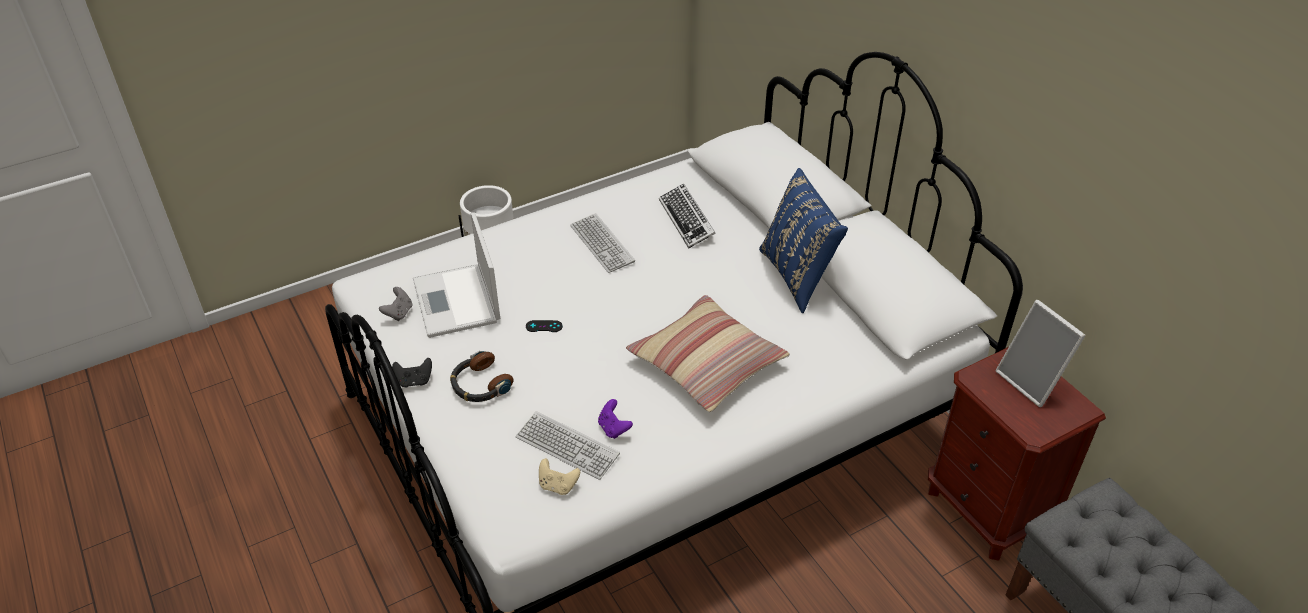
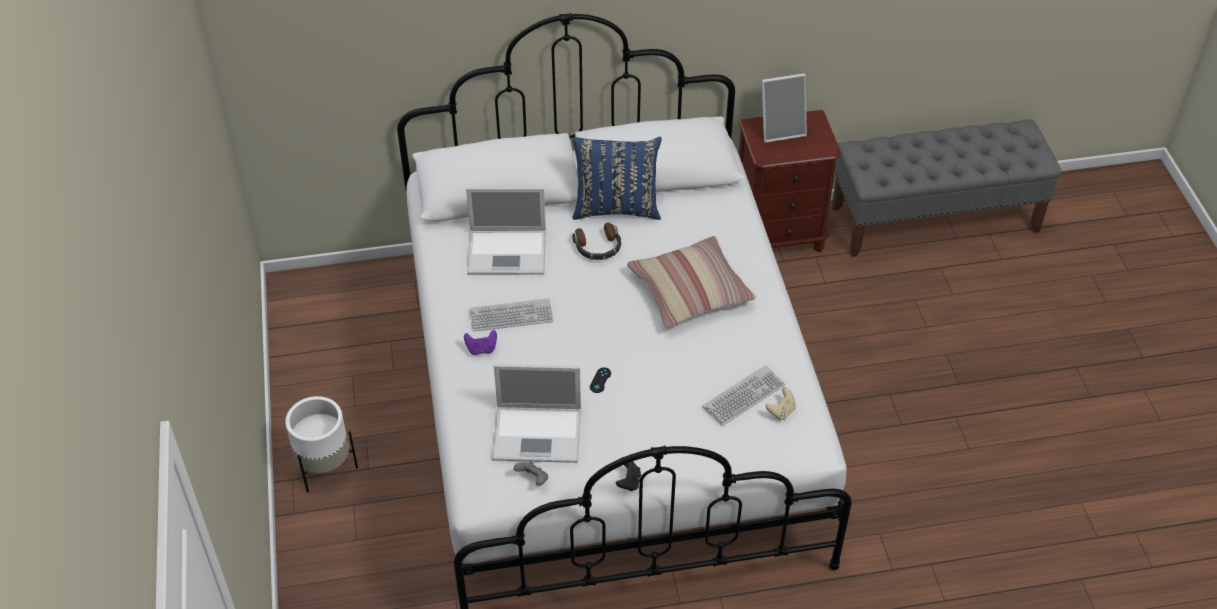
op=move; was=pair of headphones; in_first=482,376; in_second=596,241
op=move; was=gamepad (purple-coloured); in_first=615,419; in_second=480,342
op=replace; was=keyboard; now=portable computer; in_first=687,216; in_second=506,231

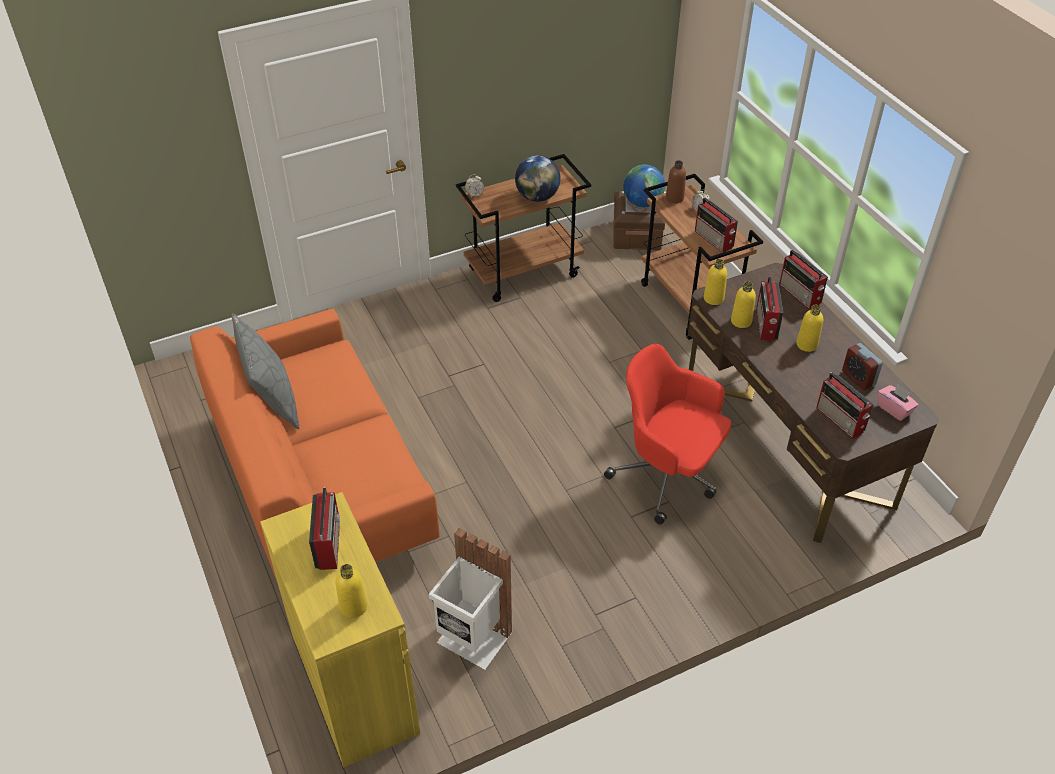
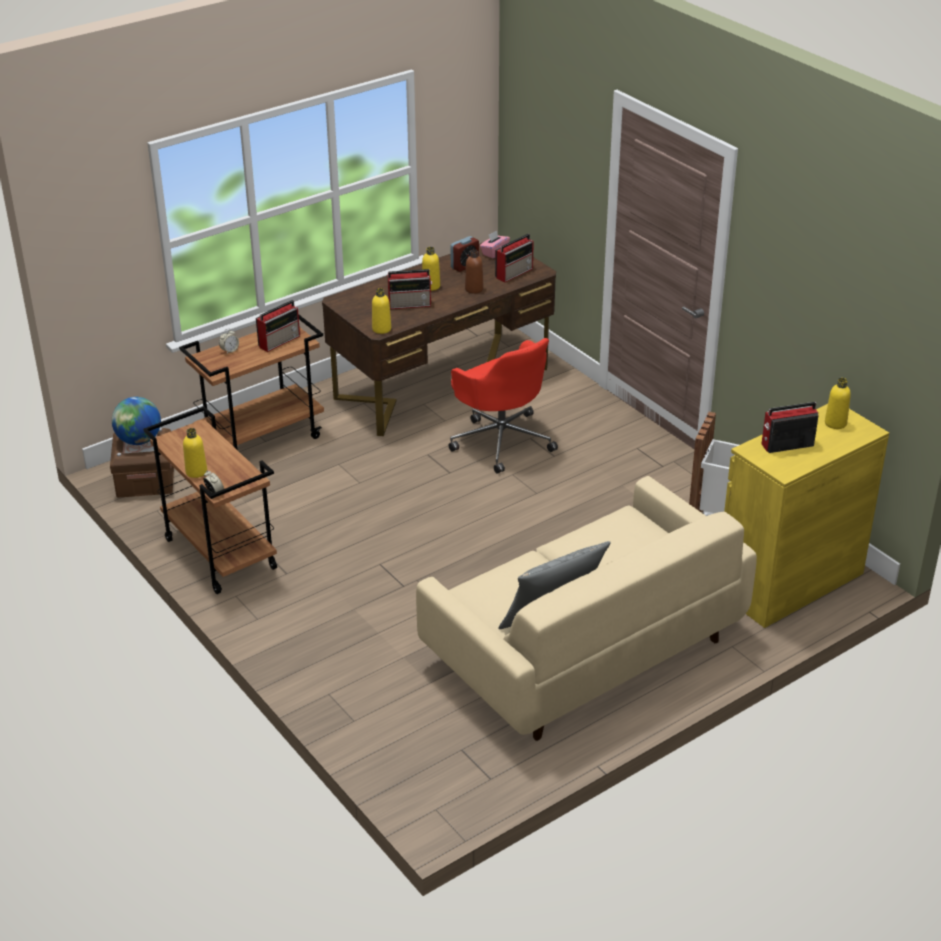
op=delete; was=world globe; in_first=538,178
op=delete; was=radio set; in_first=803,280
op=move; was=bottle (brownish); in_first=676,181; in_second=474,271
op=move; was=bottle (yellow-coloured); in_first=743,304; in_second=195,453
op=recolor; was=sofa (orangey); now=sofa (beige); in_first=315,444; in_second=586,608
op=rotate; was=computer chair (red-coloured); in_first=667,434; in_second=503,406; clockwise=-60

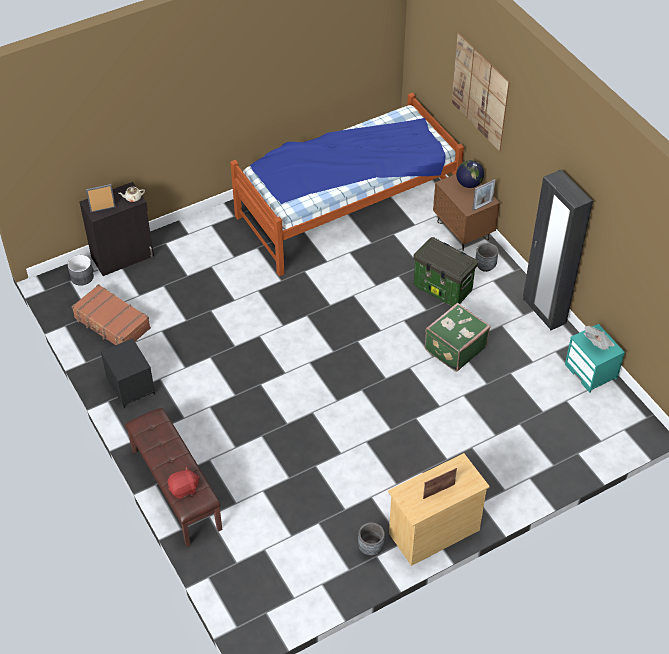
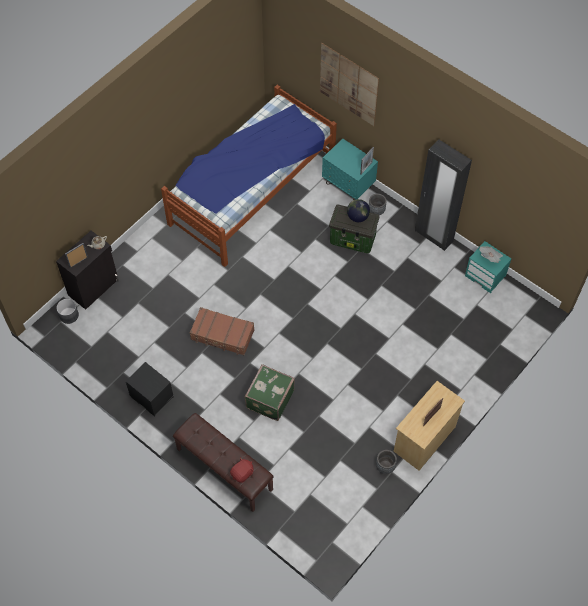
op=move; was=travel case (brownish); in_first=111,314; in_second=221,331
op=move; was=travel case (green-coloured); in_first=457,337; in_second=270,392
op=move; was=world globe; in_first=470,174; in_second=358,210
op=recolor; was=nightstand (brownish); now=nightstand (blue-green); in_first=466,212; in_second=350,169

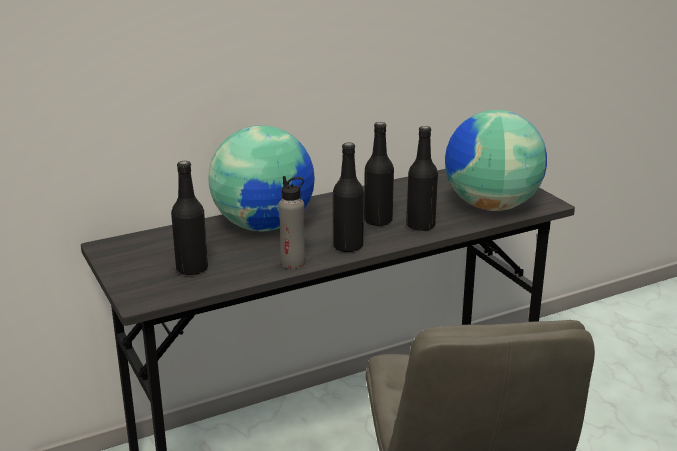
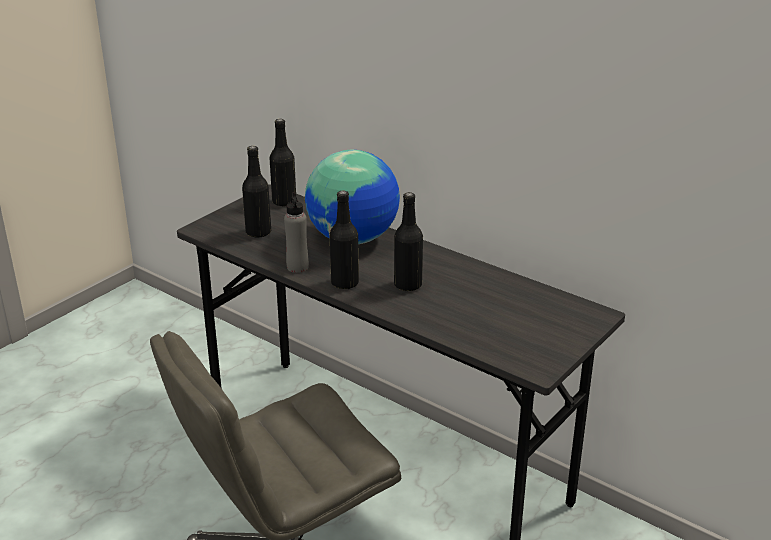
op=delete; was=world globe; in_first=496,160
op=move; was=bottle (black-coloured); in_first=422,178; in_second=283,163

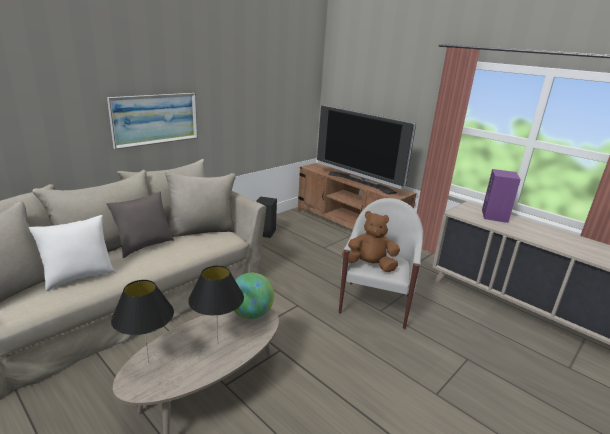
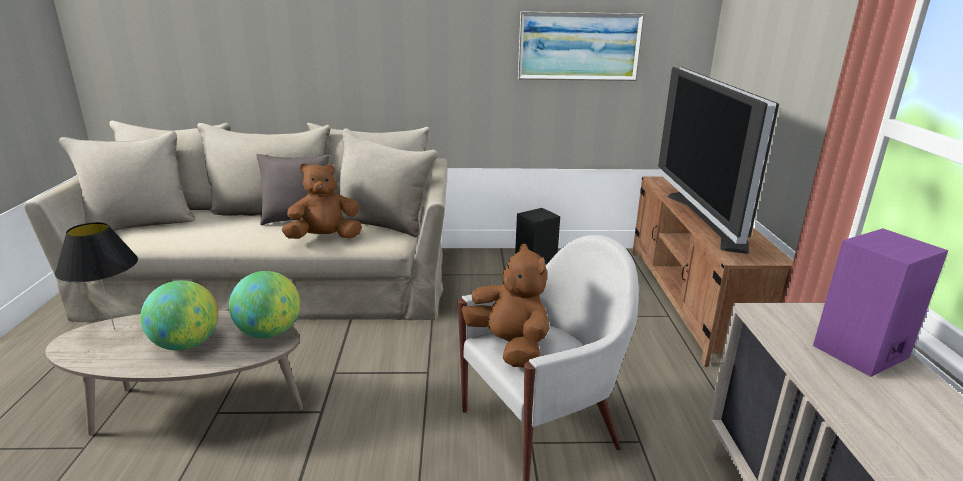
op=delete; was=cushion (whitish); in_first=72,253
op=insert; now=cuddly toy (brownish); in_second=322,201
op=move; was=wall art; in_first=152,121; in_second=581,46
op=replace; was=tabletop lamp (black-coloured); now=world globe; in_first=216,304; in_second=179,315

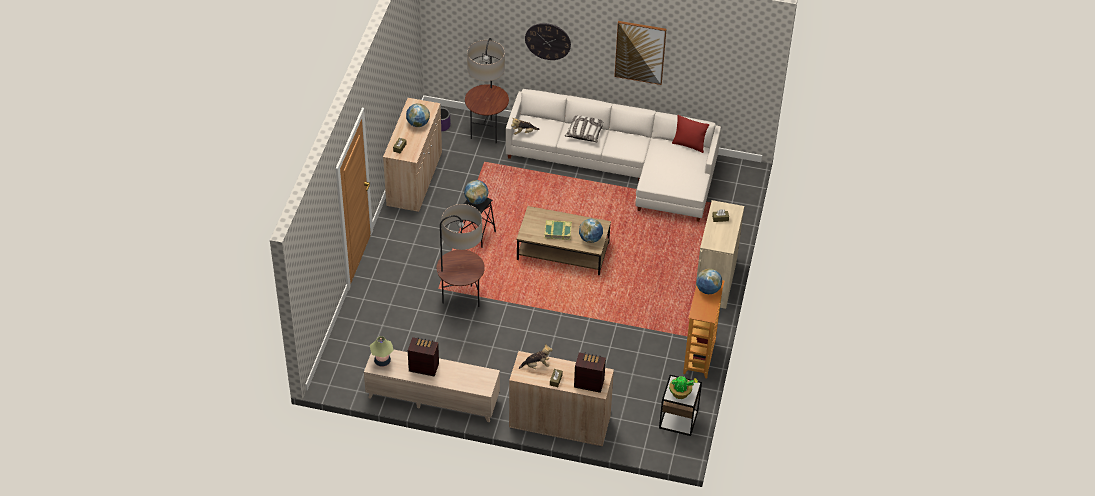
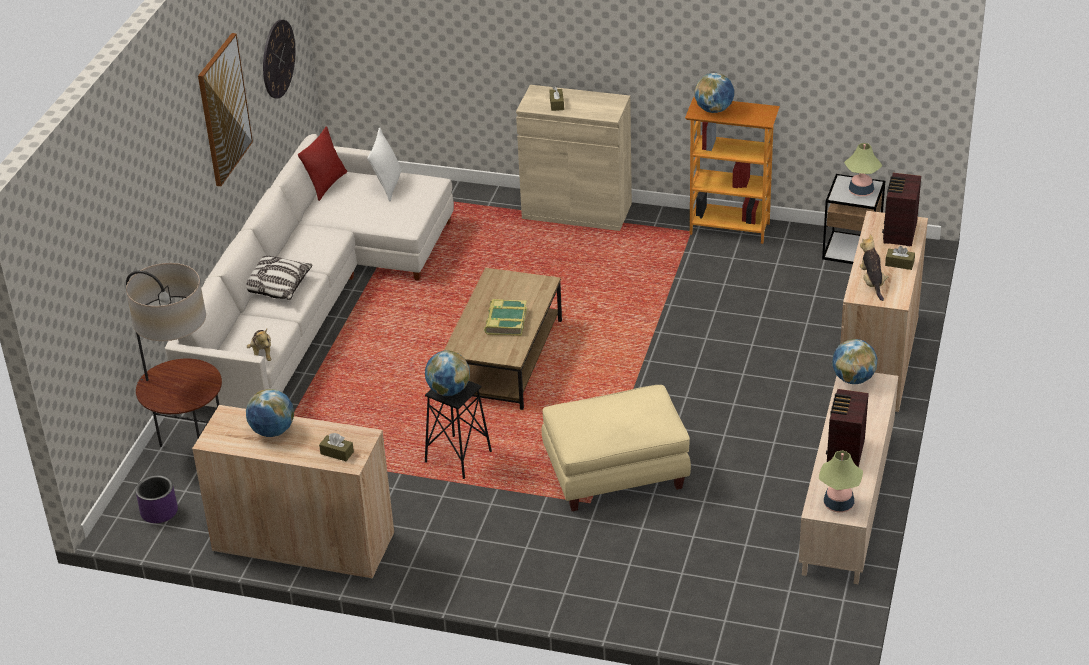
op=insert; now=cushion (whitish); in_second=384,165
op=move; was=wall clock; in_first=548,41; in_second=279,59
op=move; was=world globe; in_first=591,231; in_second=855,361
op=replace; was=standard lamp; now=footrest (beige); in_first=461,255; in_second=616,448
op=replace; was=potted plant; now=tabletop lamp; in_first=683,387; in_second=863,169

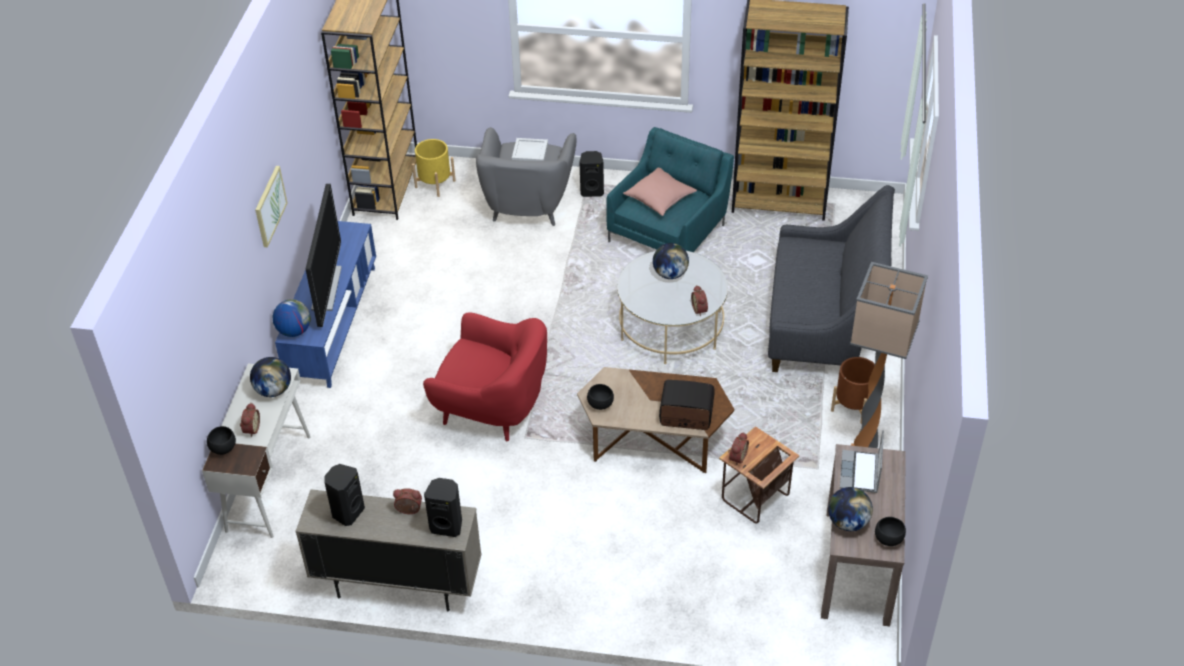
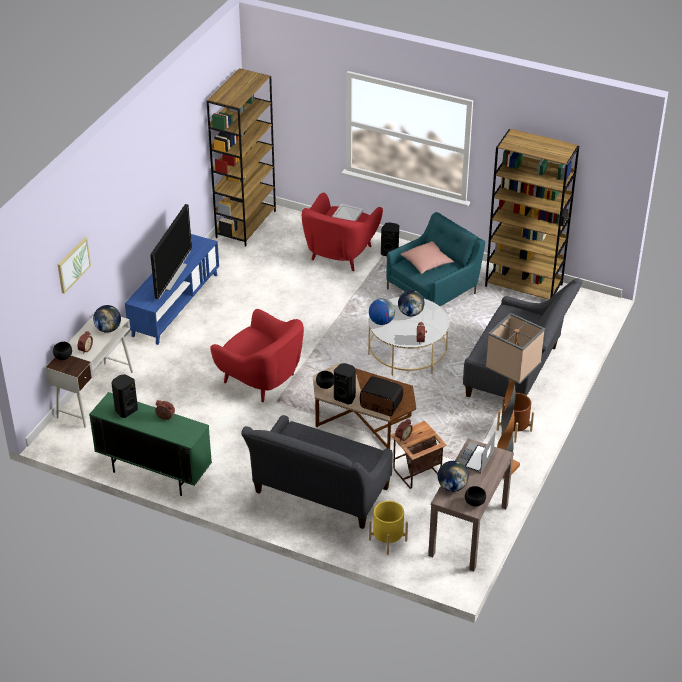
op=insert; now=sofa (greyish); in_second=317,472
op=move; was=wall art; in_first=271,206; in_second=74,265
op=move; was=world globe; in_first=292,318; in_second=382,311
op=move; was=planter (yellow-coloured); in_first=434,168; in_second=388,528
op=move; was=loudspeaker (black-coloured); in_first=443,507; in_second=345,384
op=recolor; was=cupboard (beige); now=cupboard (green-coloured); in_first=388,550; in_second=150,444
op=recolor; was=lounge chair (greyish); now=lounge chair (red-coloured); in_first=526,176; in_second=342,232

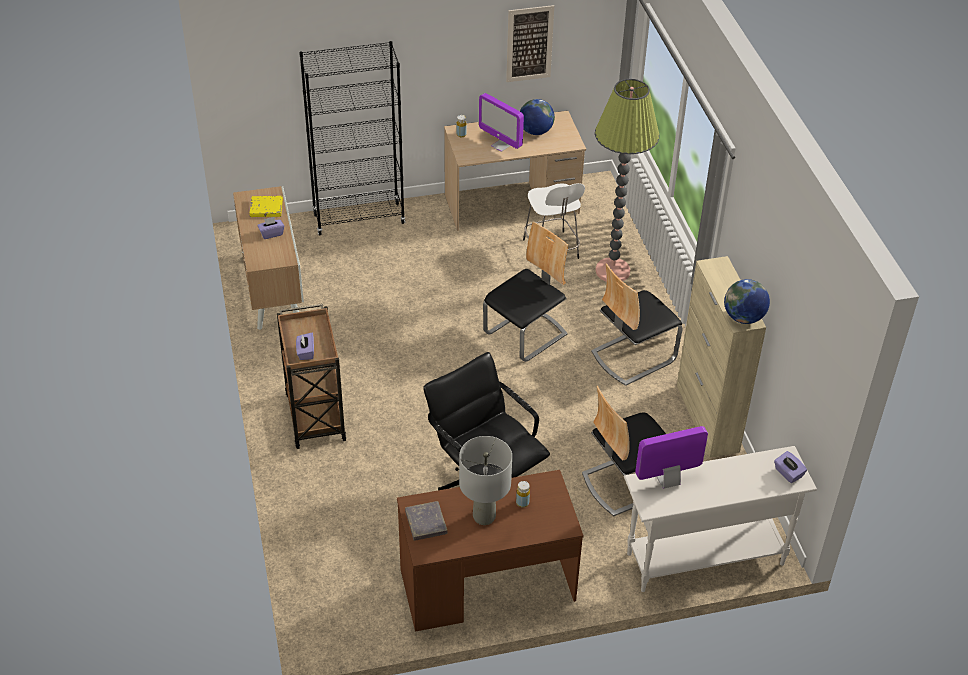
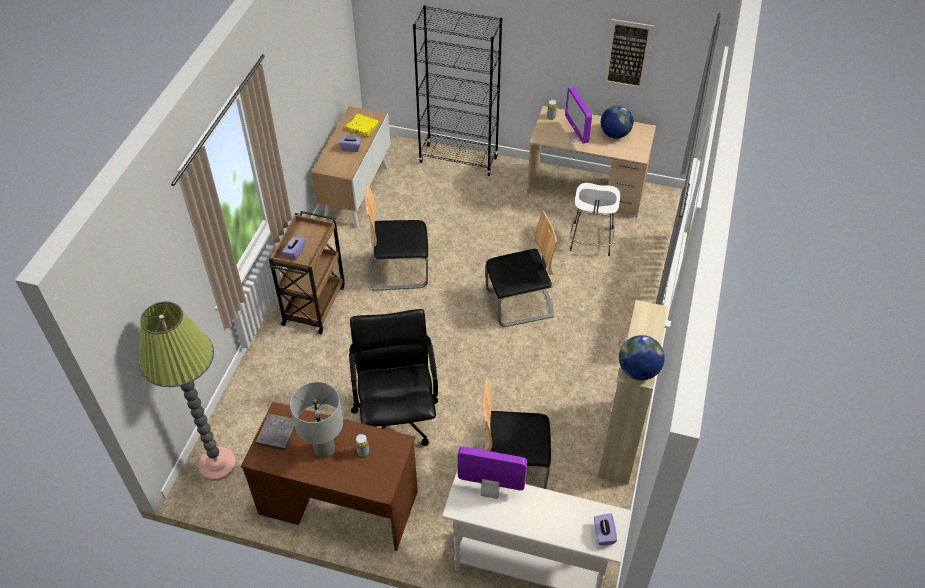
op=move; was=upright chair; in_first=637,324; in_second=396,237
op=move; was=standard lamp; in_first=627,180; in_second=187,391

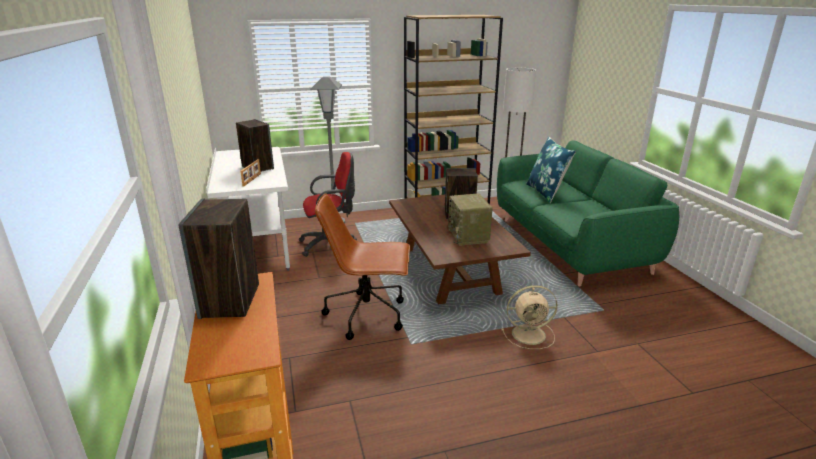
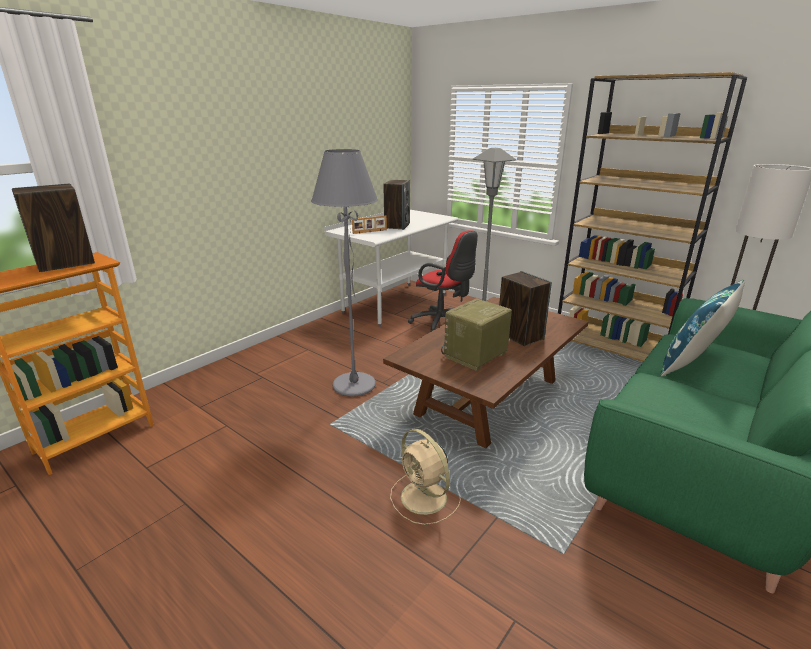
op=replace; was=computer chair (brownish); now=standard lamp (greyish); in_first=362,266; in_second=344,273

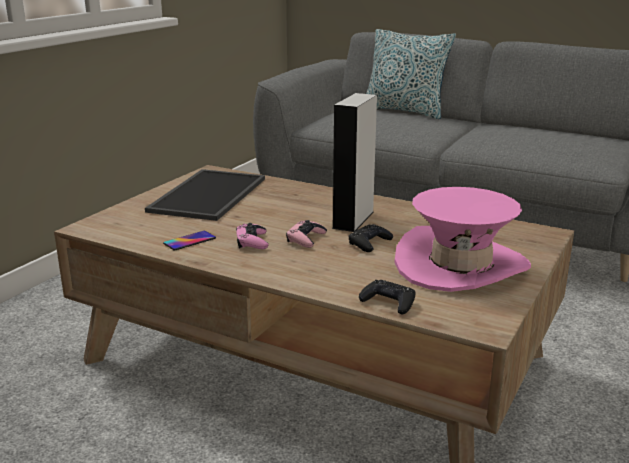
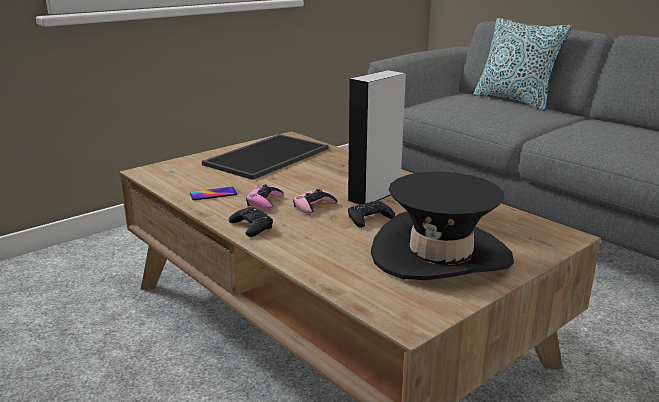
op=move; was=gamepad (black-coloured); in_first=387,297; in_second=250,222
op=recolor; was=wearable hat (pinkish); now=wearable hat (black-coloured); in_first=462,239; in_second=442,226

